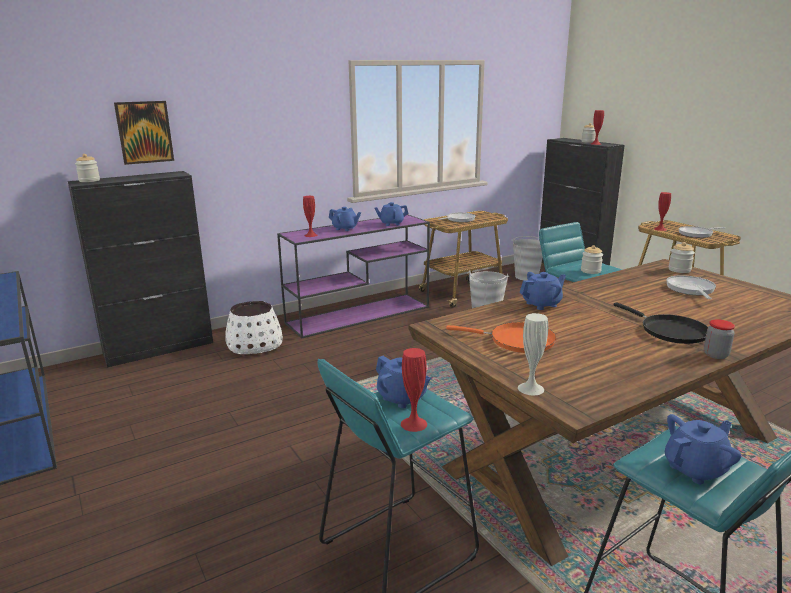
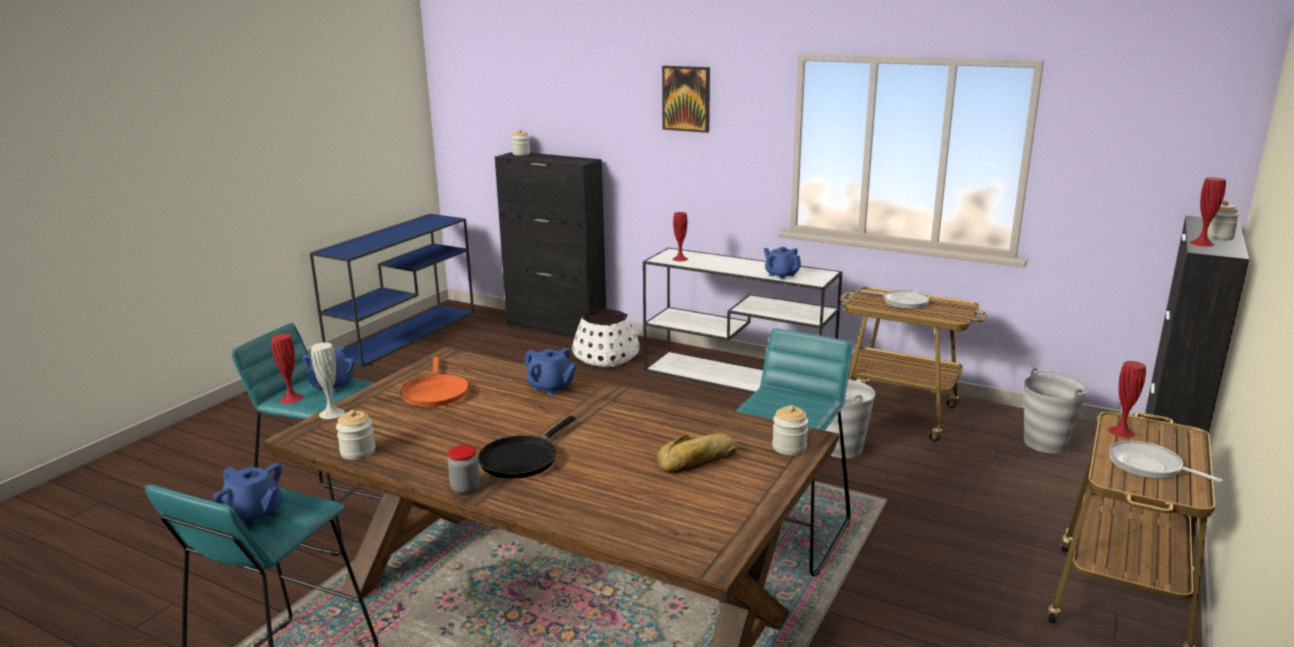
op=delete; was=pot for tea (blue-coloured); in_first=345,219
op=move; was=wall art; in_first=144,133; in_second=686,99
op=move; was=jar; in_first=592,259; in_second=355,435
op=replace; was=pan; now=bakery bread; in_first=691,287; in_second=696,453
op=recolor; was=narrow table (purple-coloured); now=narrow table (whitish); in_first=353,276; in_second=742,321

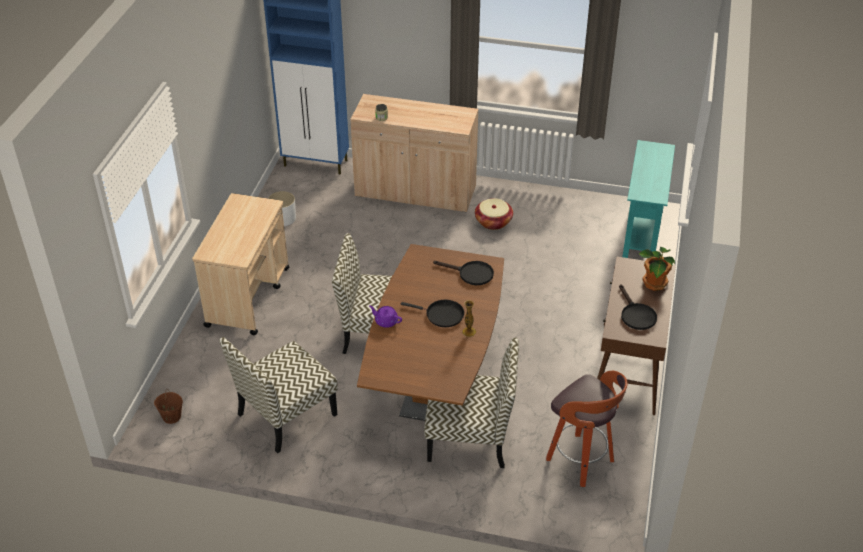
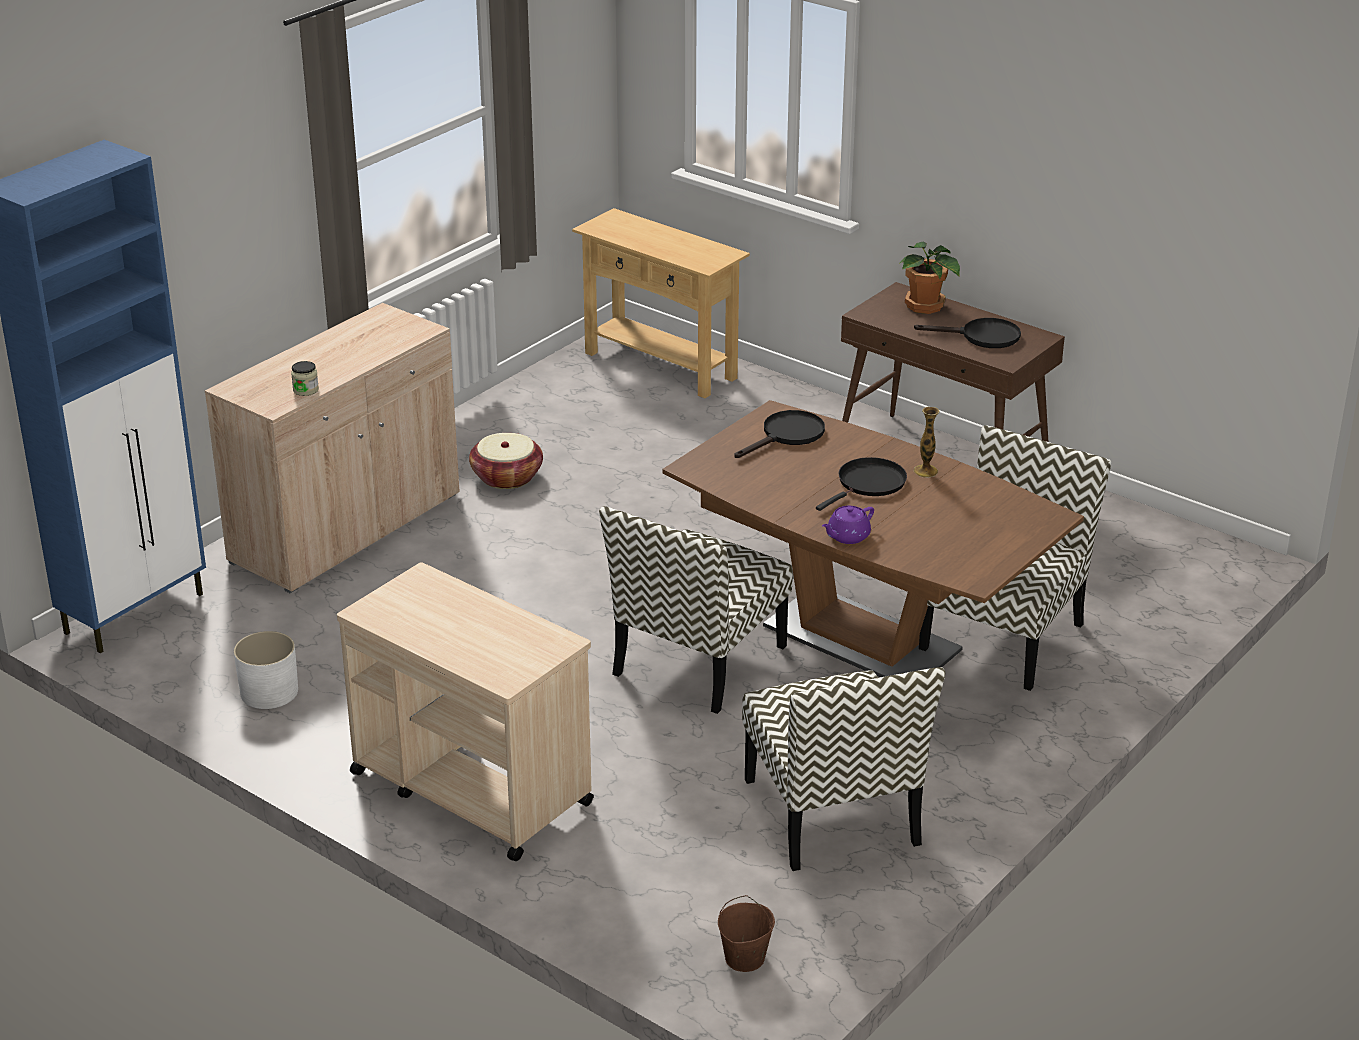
op=delete; was=stool seat; in_first=586,429
op=recolor; was=narrow table (blue-green); now=narrow table (beige); in_first=648,199; in_second=661,303

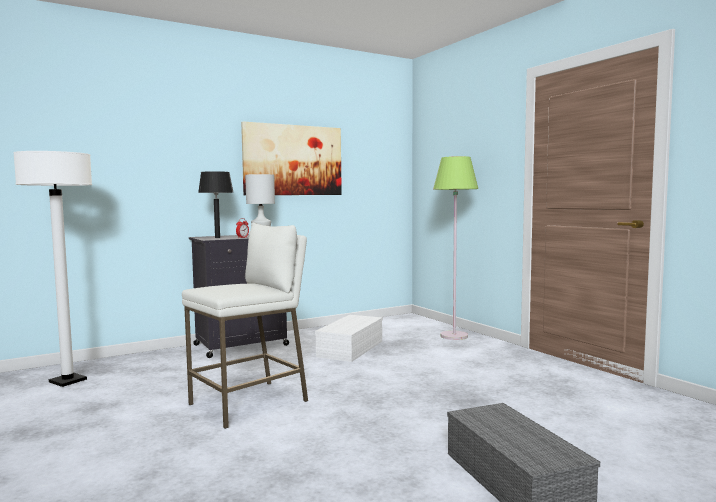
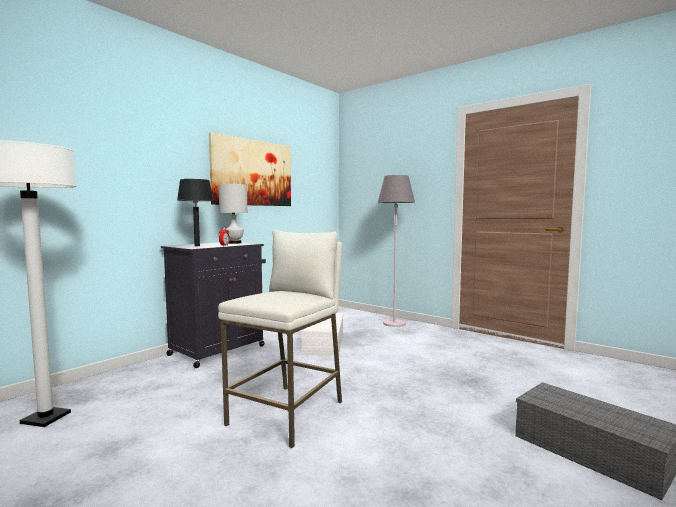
op=recolor; was=standard lamp (green-coloured); now=standard lamp (greyish); in_first=455,248; in_second=396,251

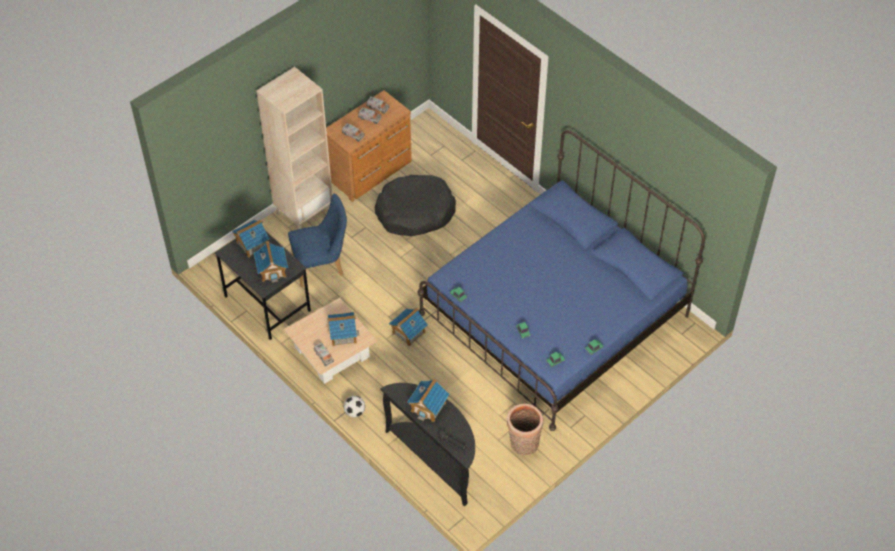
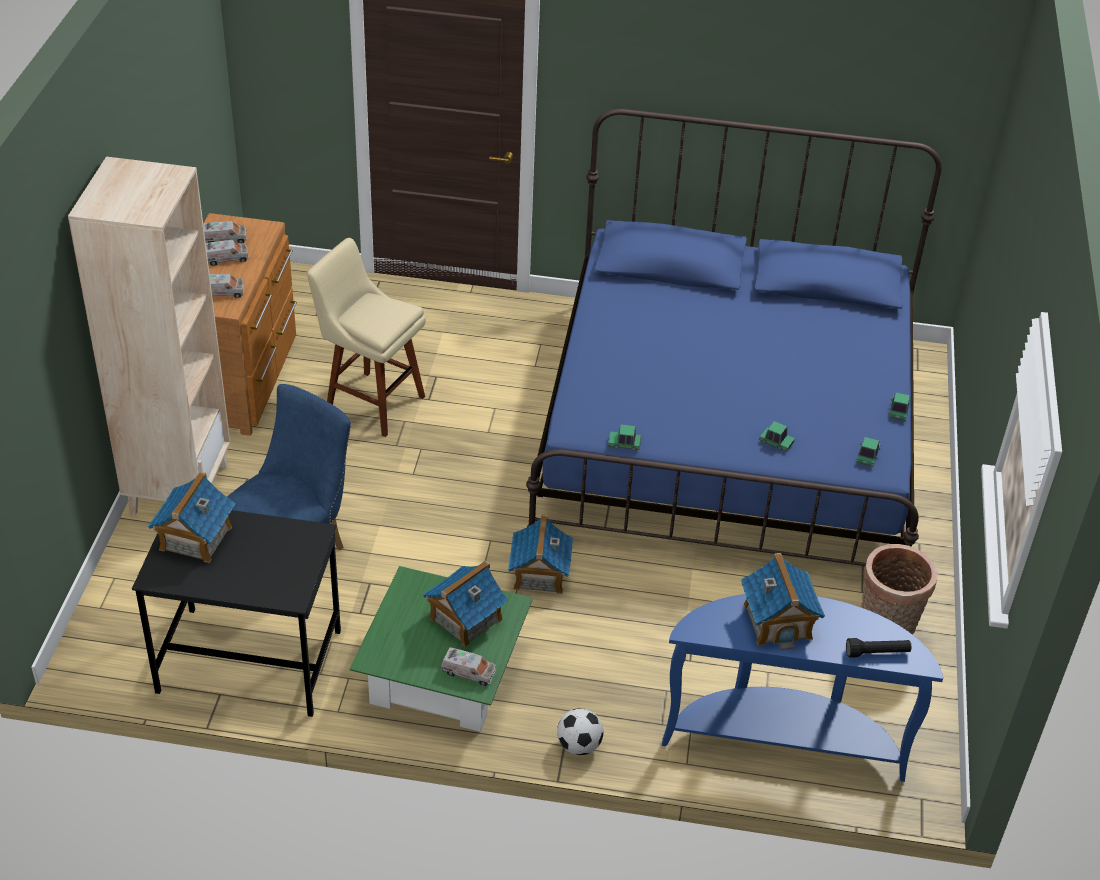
op=delete; was=miniature house; in_first=270,262
op=replace; was=dog bed (black-coloured); now=stool seat (beige); in_first=415,205; in_second=366,337
op=recolor; was=lounge table (beige); now=lounge table (green-coloured); in_first=330,341; in_second=441,649
op=recolor; was=narrow table (black-coloured); now=narrow table (blue-coloured); in_first=427,444; in_second=802,688

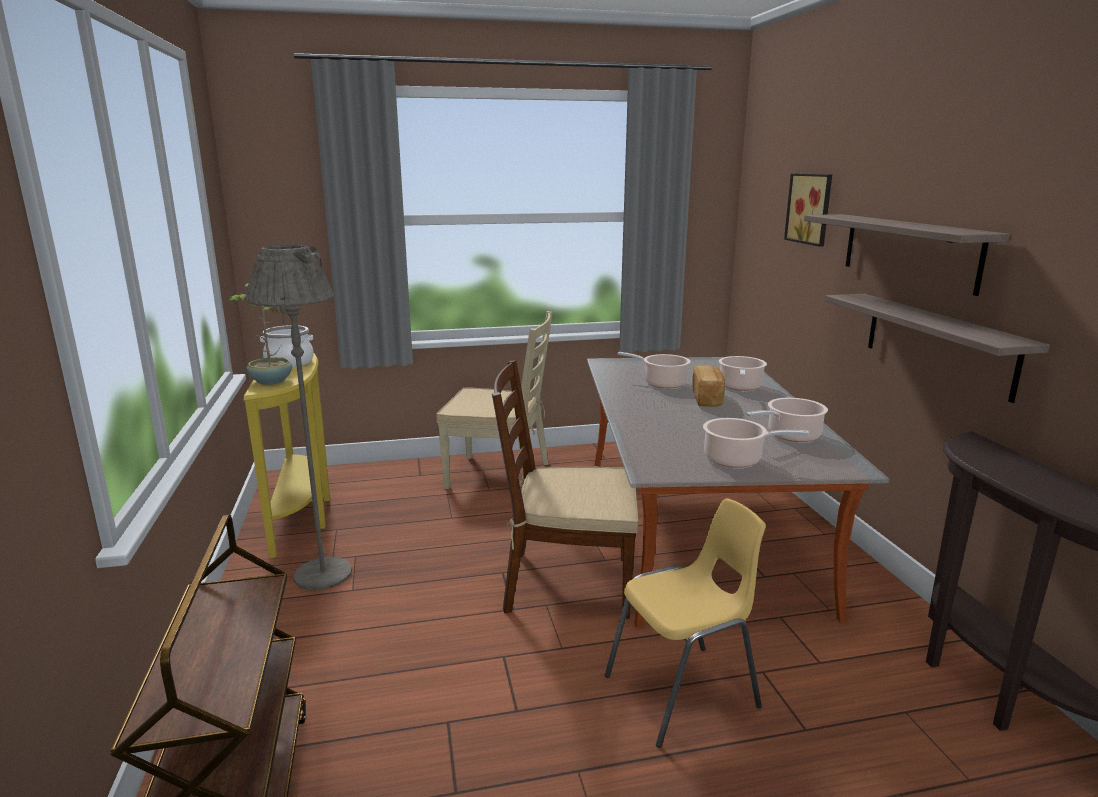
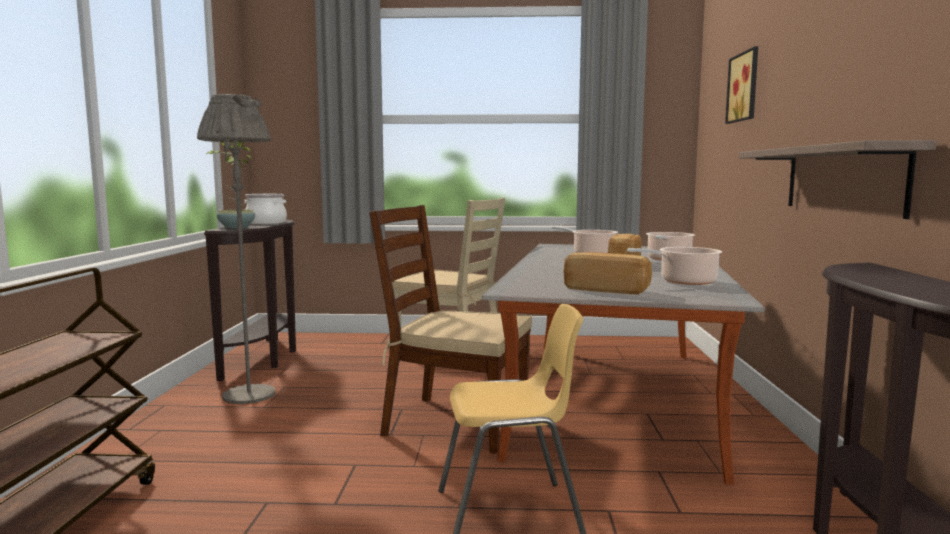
op=delete; was=bracket shelf; in_first=907,255
op=replace; was=saucepot; now=bakery bread; in_first=756,443; in_second=607,273
op=recolor; was=narrow table (yellow-coloured); now=narrow table (brownish); in_first=287,456; in_second=250,300

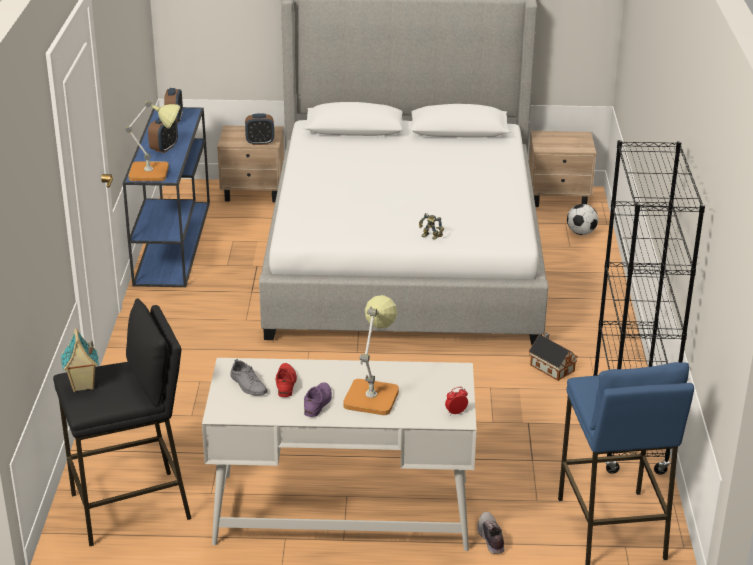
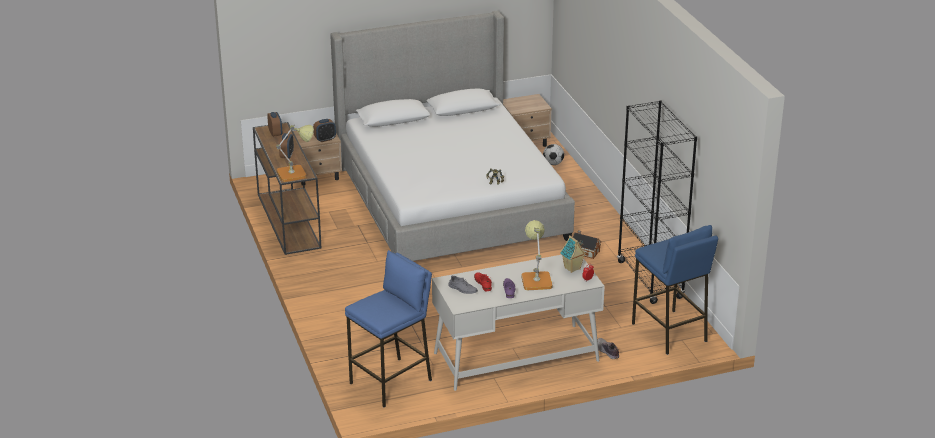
op=move; was=miniature house; in_first=80,360; in_second=573,254
op=recolor; was=stool seat (black-coloured); now=stool seat (blue-coloured); in_first=122,422; in_second=388,328
op=recolor; was=narrow table (blue-coloured); now=narrow table (brownish); in_first=166,197; in_second=287,188

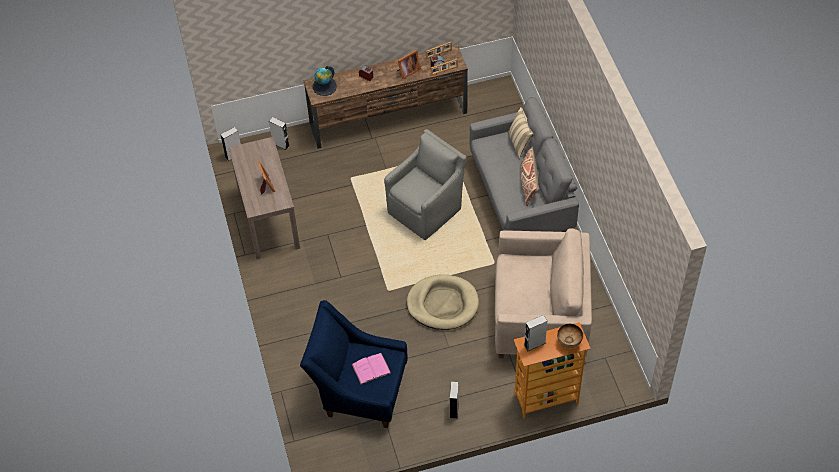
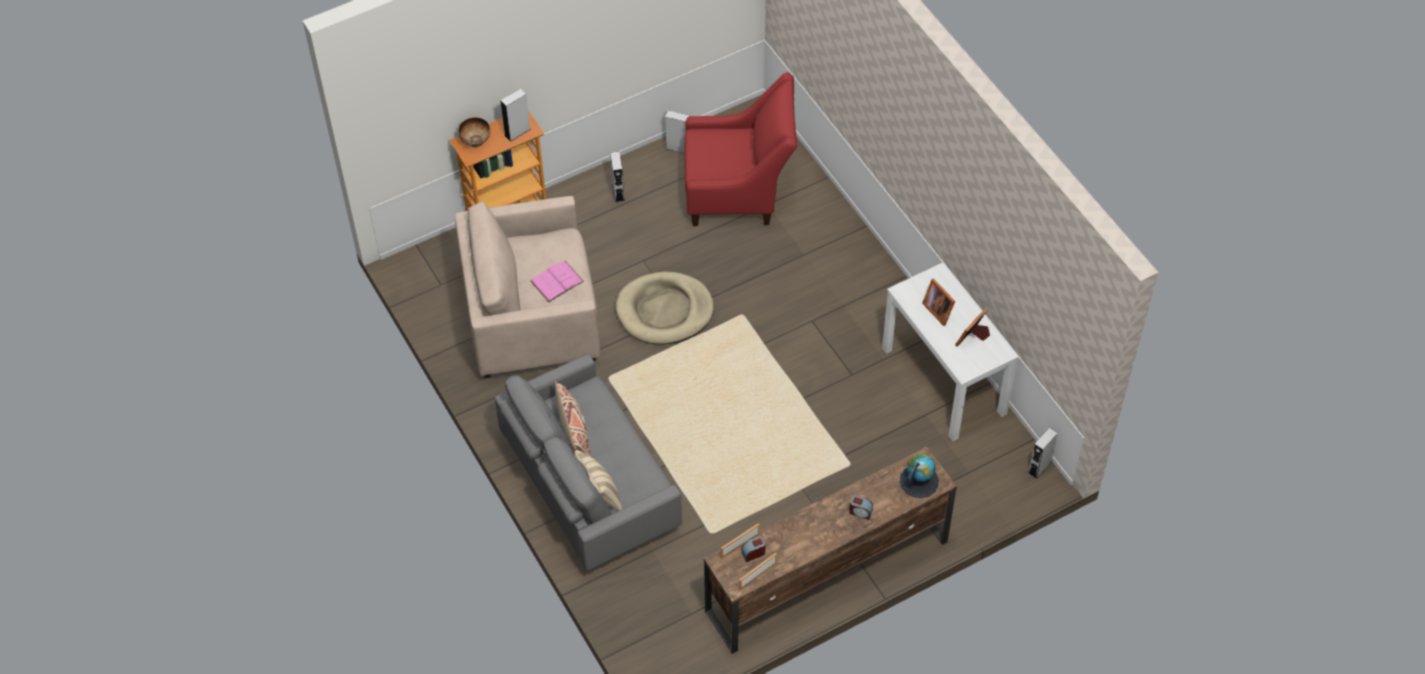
op=delete; was=lounge chair (greyish); in_first=425,184
op=move; was=loudspeaker (greyish); in_first=279,133; in_second=677,132
op=move; was=book (pinkish); in_first=371,368; in_second=557,281
op=move; was=photo frame; in_first=409,64; in_second=972,327
op=recolor; was=narrow table (brownish); now=narrow table (whitish); in_first=264,198; in_second=950,351
op=recolor; was=lounge chair (blue-coloured); now=lounge chair (red-coloured); in_first=354,364; in_second=741,149

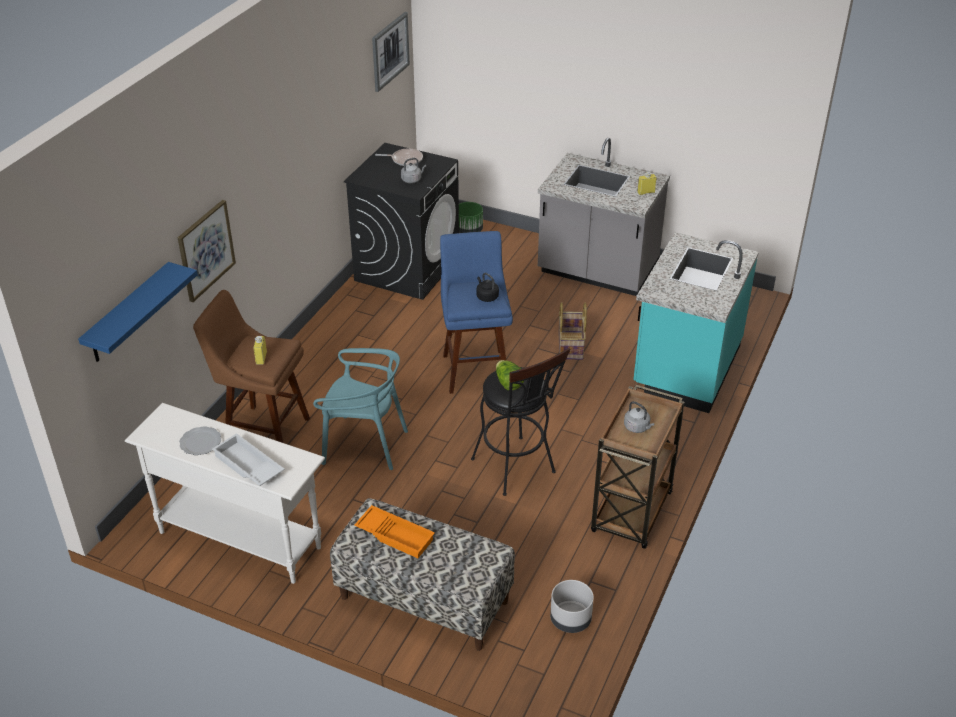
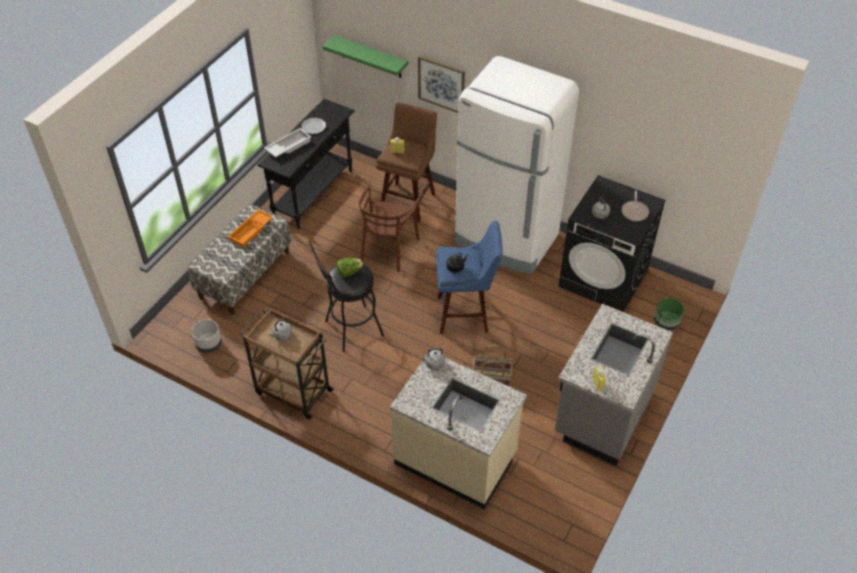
op=delete; was=wall art; in_first=391,52
op=insert; now=water kettle (greyish); in_second=432,359
op=insert; now=refrigerator (whitish); in_second=516,165
op=recolor; was=bracket shelf (blue-coloured); now=bracket shelf (green-coloured); in_first=138,312; in_second=365,56
op=recolor; was=narrow table (whitish); now=narrow table (black-coloured); in_first=225,493; in_second=306,164
op=recolor; was=upright chair (blue-green); now=upright chair (brownish); in_first=360,409; in_second=390,229
op=recolor; was=kitchen counter (blue-green); now=kitchen counter (beige); in_first=696,322; in_second=458,433

